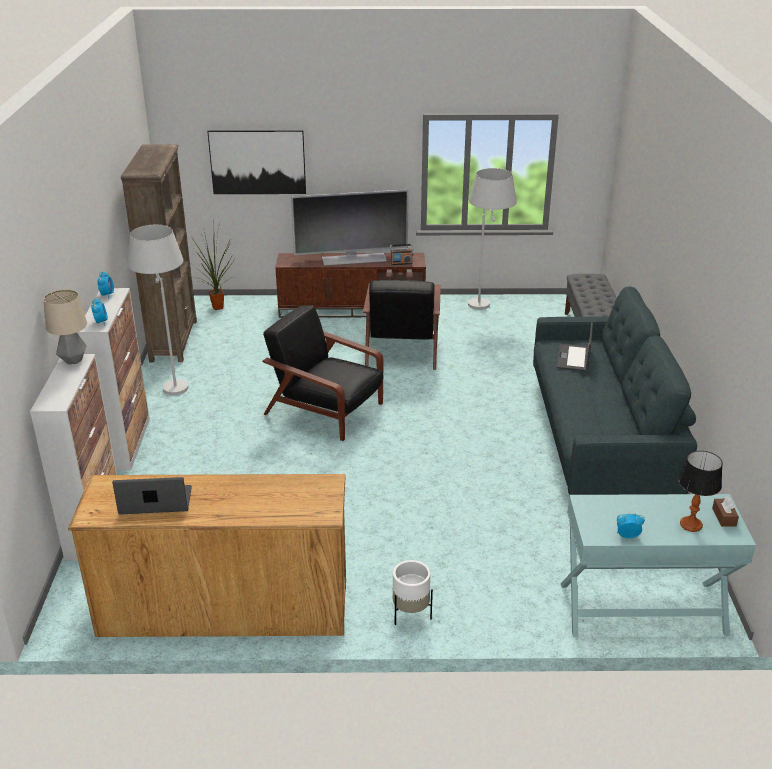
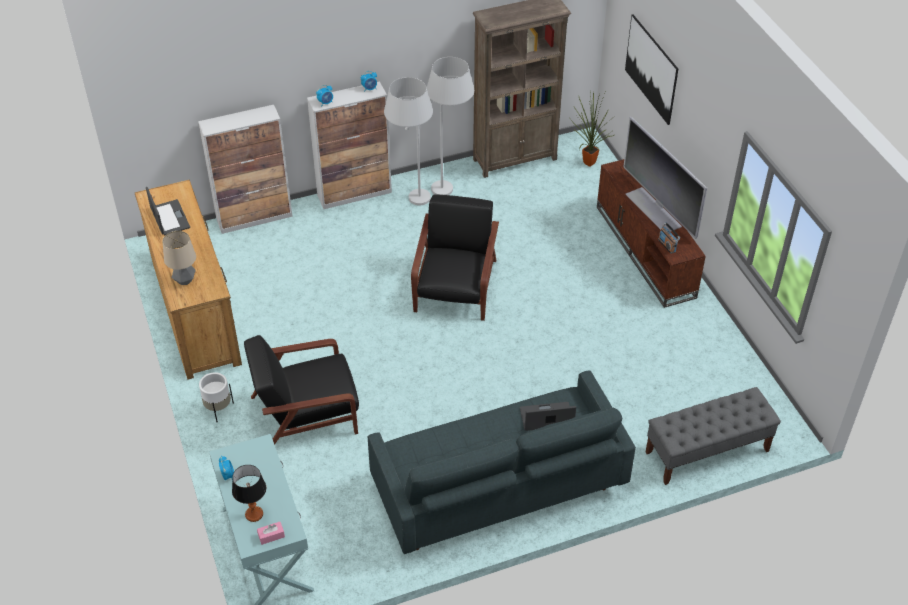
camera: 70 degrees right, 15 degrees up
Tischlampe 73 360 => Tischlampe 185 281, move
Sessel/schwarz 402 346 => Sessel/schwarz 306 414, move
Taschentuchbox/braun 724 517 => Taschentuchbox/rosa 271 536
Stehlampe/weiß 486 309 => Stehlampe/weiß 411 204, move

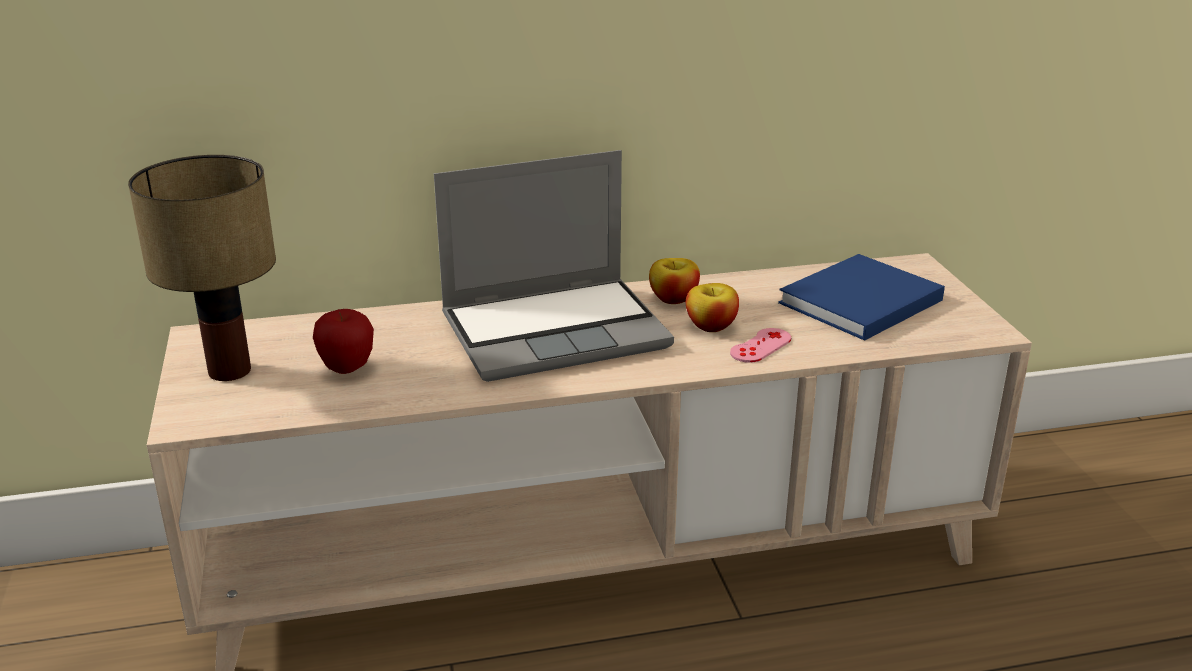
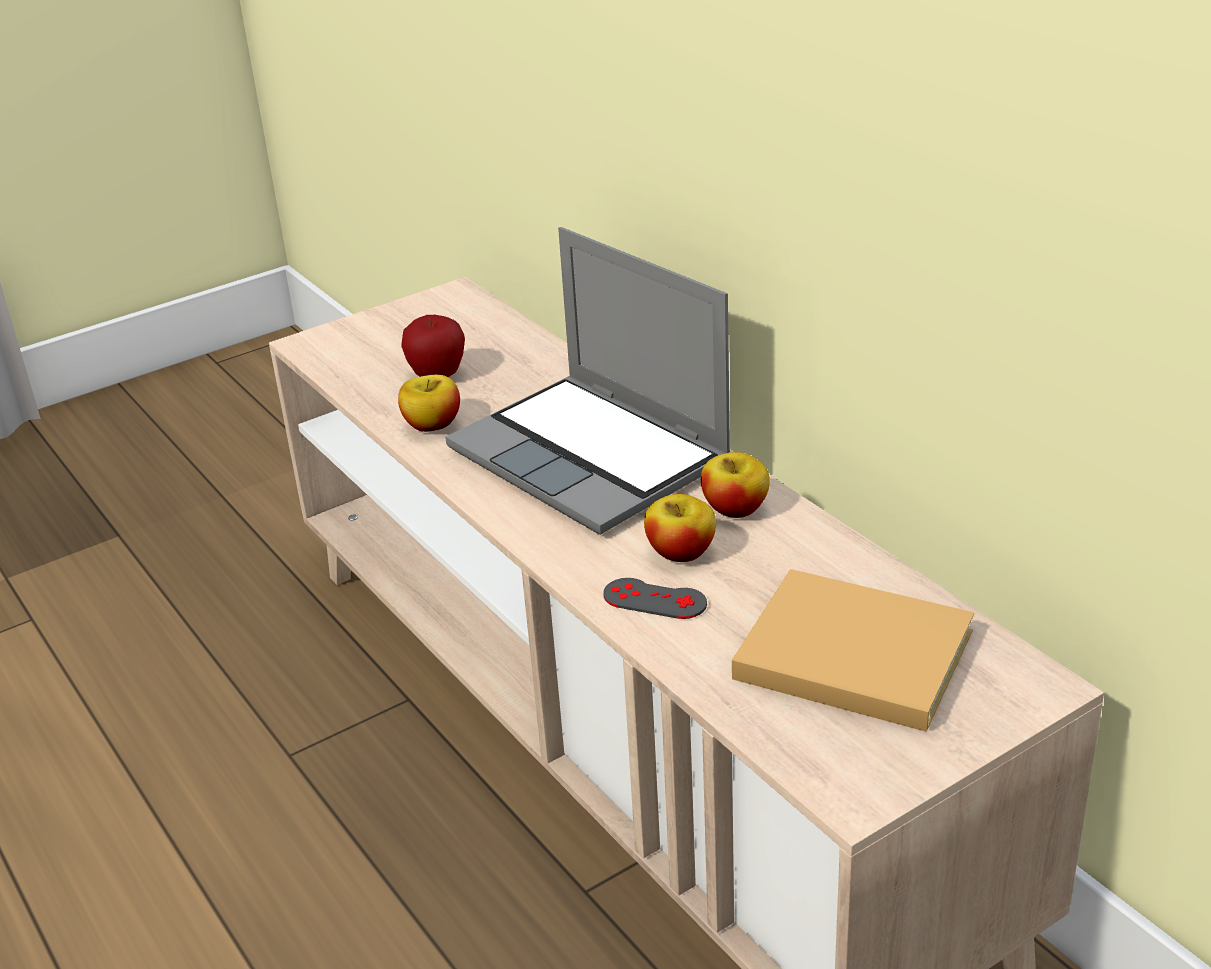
camera: 70 degrees right, 5 degrees up
nothing => Apfel 432 425
Gamepad/rosa 760 346 => Gamepad/grau 654 599
Buch/blau 857 303 => Buch/beige 846 653
Tischlampe 227 370 => nothing

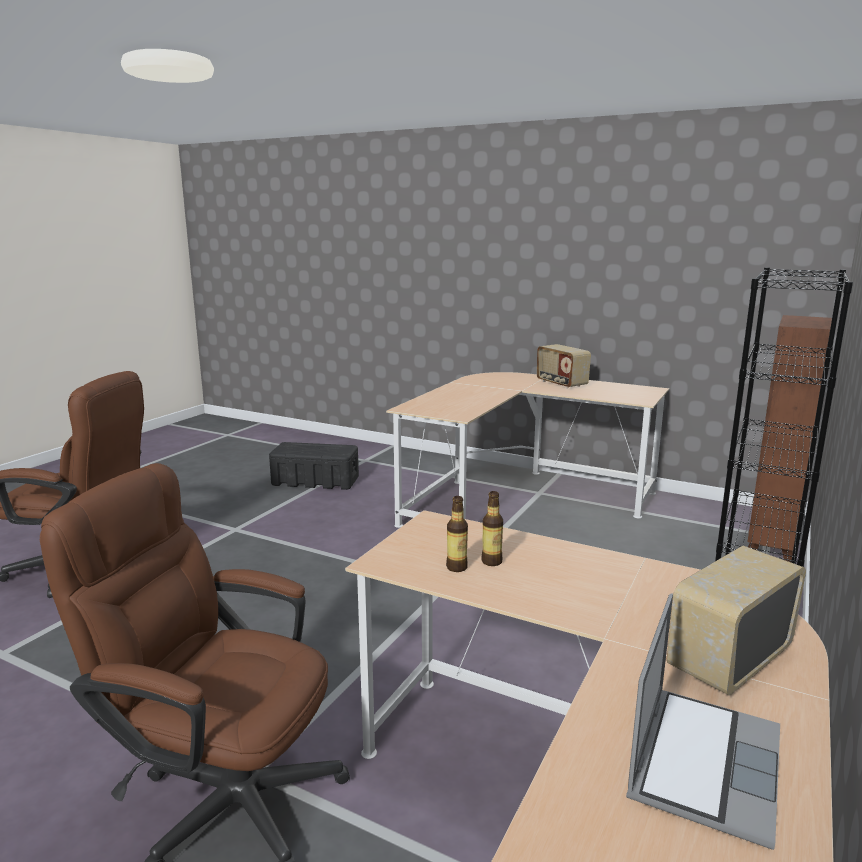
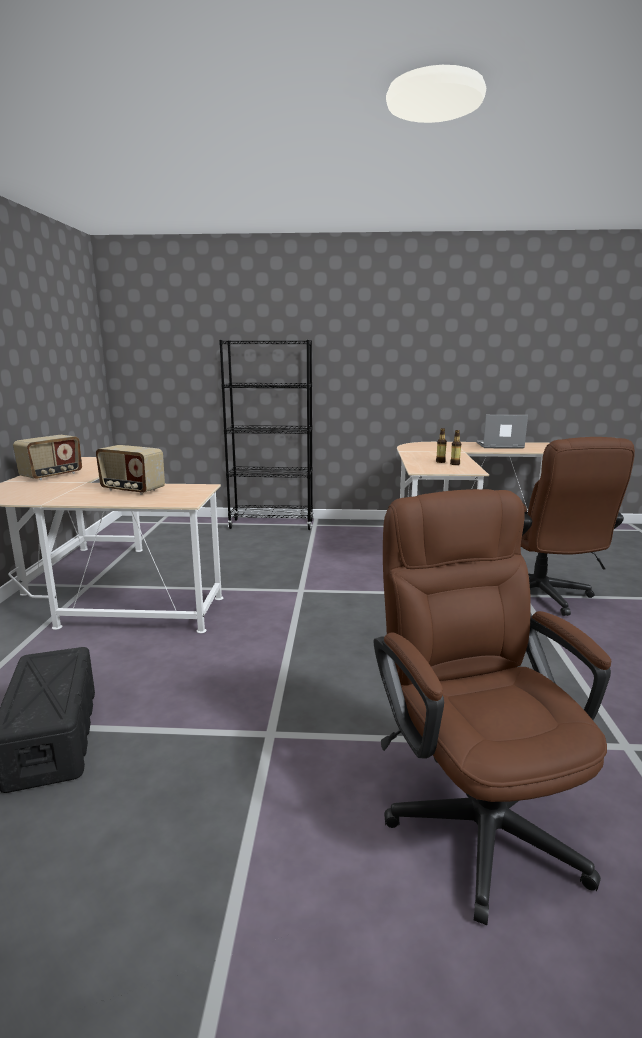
camera: 115 degrees left, 0 degrees up
Radio 728 659 => Radio 132 490, move
Bücherregal/braun 769 550 => nothing

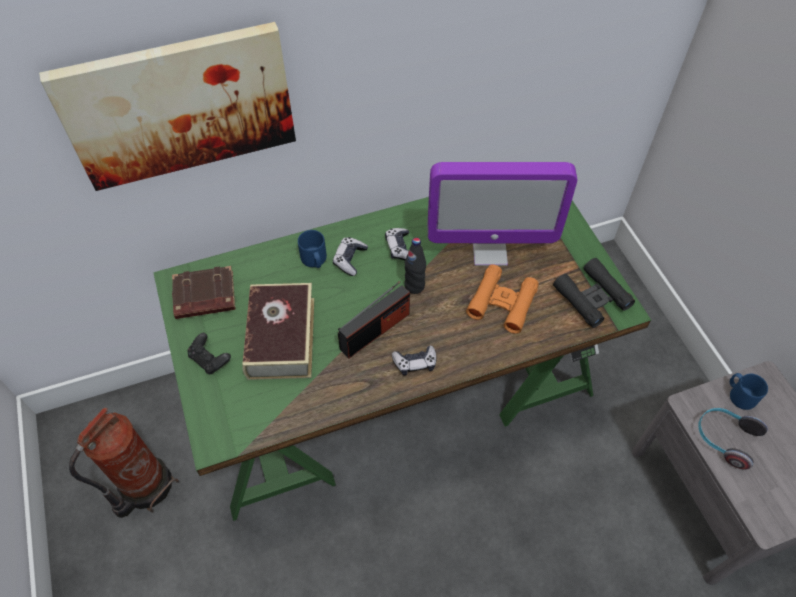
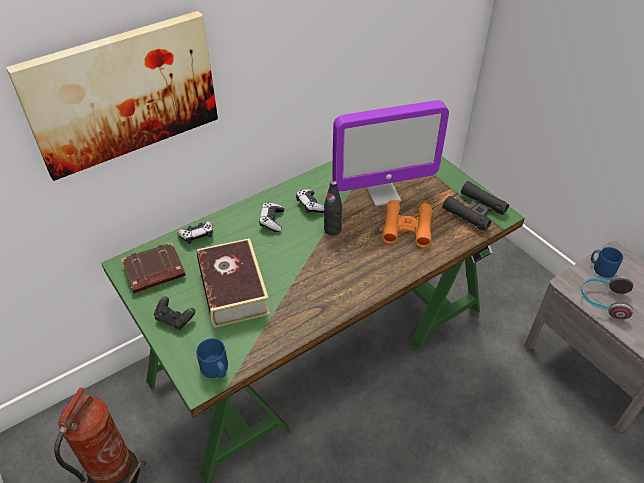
camera: 15 degrees left, 10 degrees down
Gamepad 415 363 => Gamepad 197 235, move
Henkelbecher/blau 314 260 => Henkelbecher/blau 216 369, move
Radio 375 331 => nothing

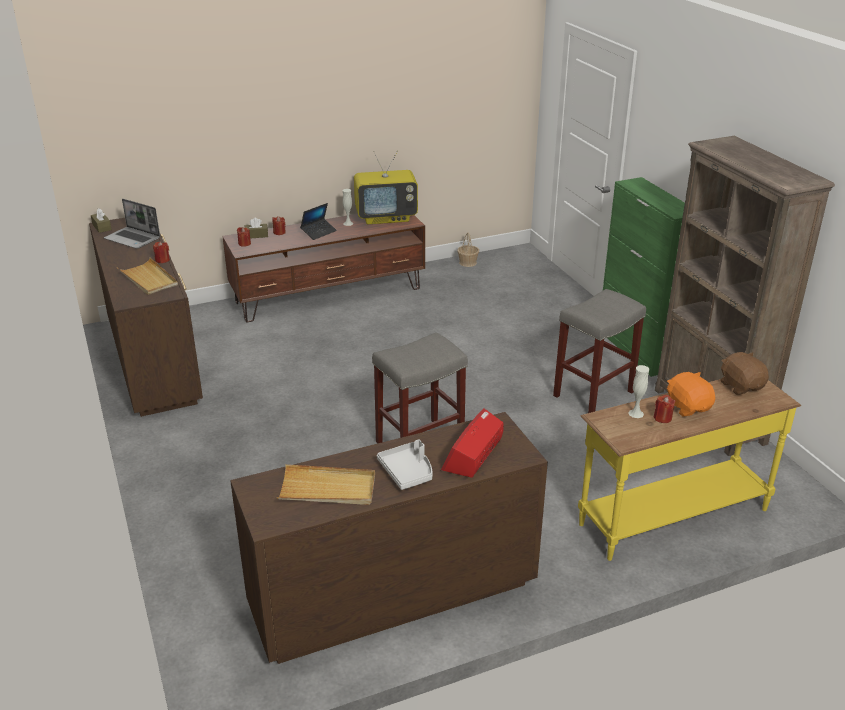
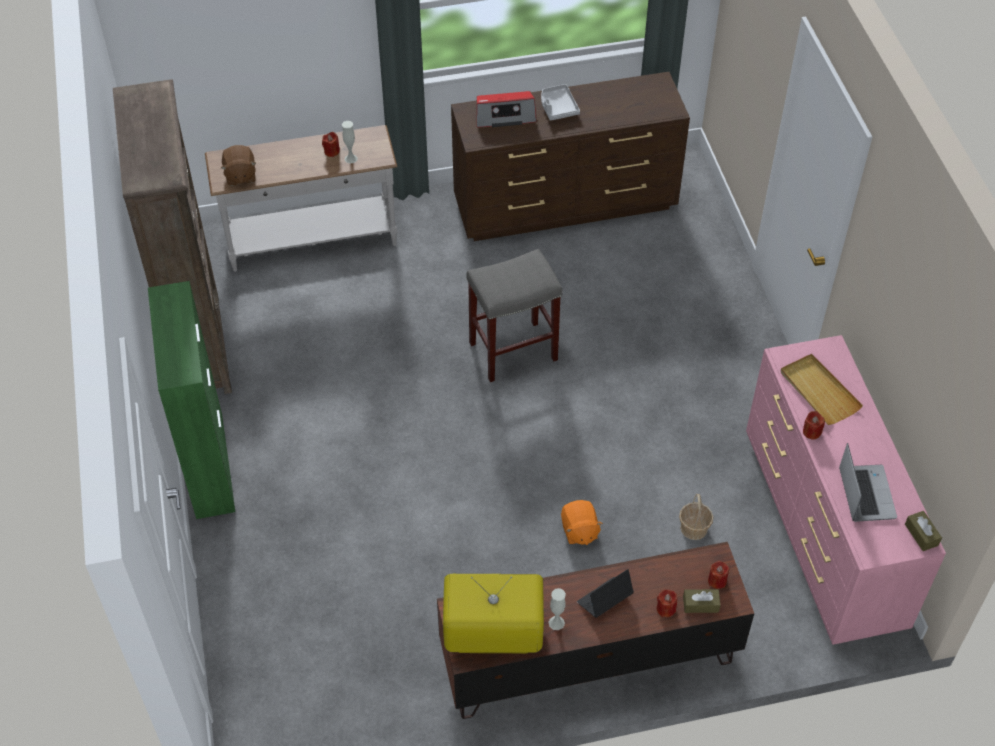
camera: 170 degrees left, 20 degrees up
Konsolentisch/gelb 672 515 => Konsolentisch/weiß 312 242
Radio 473 454 => Radio 505 116, 45 degrees clockwise
Plüschtier/orange 688 407 => Plüschtier/orange 579 531, move
Korb 468 262 => Korb 693 528, move
Kommode/braun 154 360 => Kommode/rosa 822 533
Laptop 133 239 => Laptop 865 493, 45 degrees clockwise
Tablett/beige 327 489 => nothing
Hocker/grau 593 394 => nothing

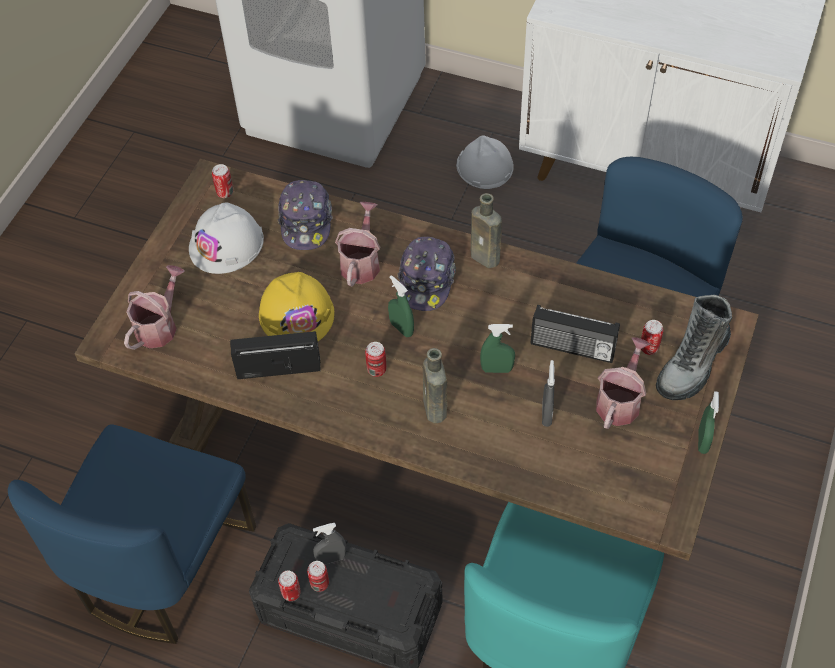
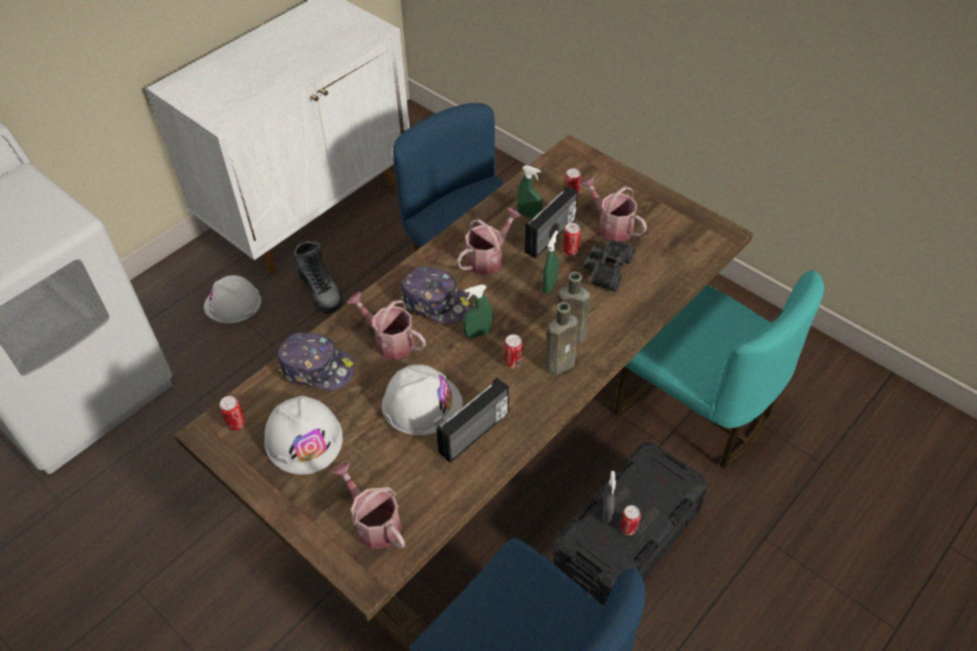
camera: 70 degrees left, 5 degrees down
Stiefel 692 364 => Stiefel 321 290, move
Schutzhelm/gelb 297 314 => Schutzhelm/weiß 421 404
Radio 278 367 => Radio 475 434, 150 degrees counterclockwise
nothing => Gießkanne 488 258
Sprühflasche/grün 703 441 => Sprühflasche/grün 529 215, move
Flasche/braun 487 258 => Flasche/braun 562 363, move
Dose 291 593 => Dose 570 250, move
Sprühflasche/grau 546 414 => Fernglas/schwarz 606 269

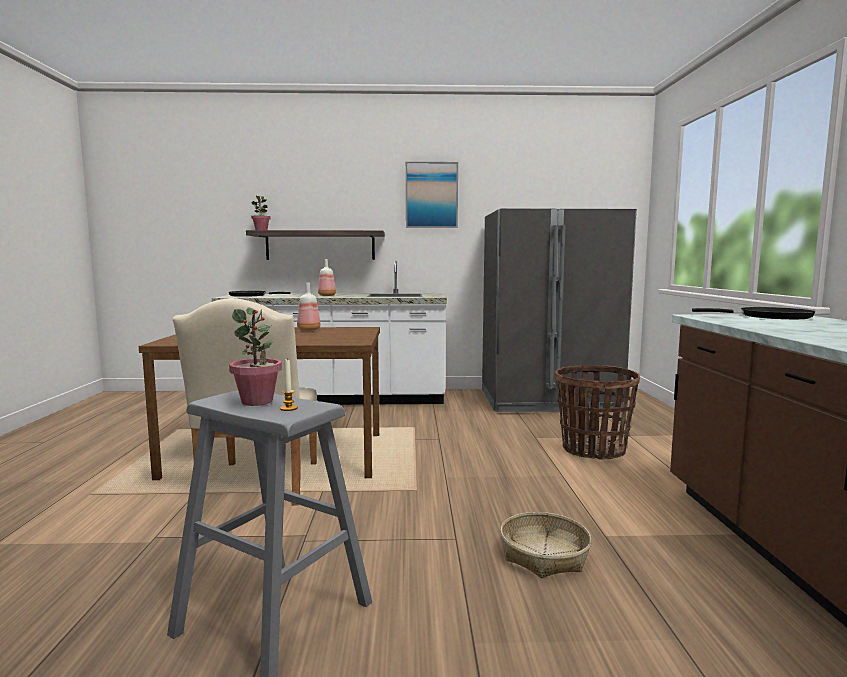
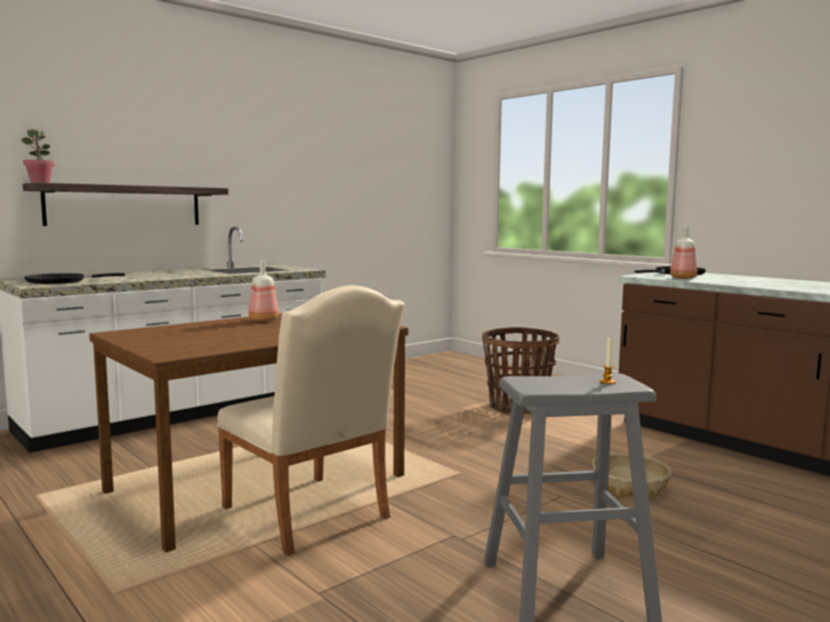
camera: 40 degrees left, 0 degrees up
Flasche 327 295 => Flasche 683 278, move
Topfpflanze 257 402 => nothing
Bild 431 195 => nothing
Kühlschrank/grau 548 401 => nothing

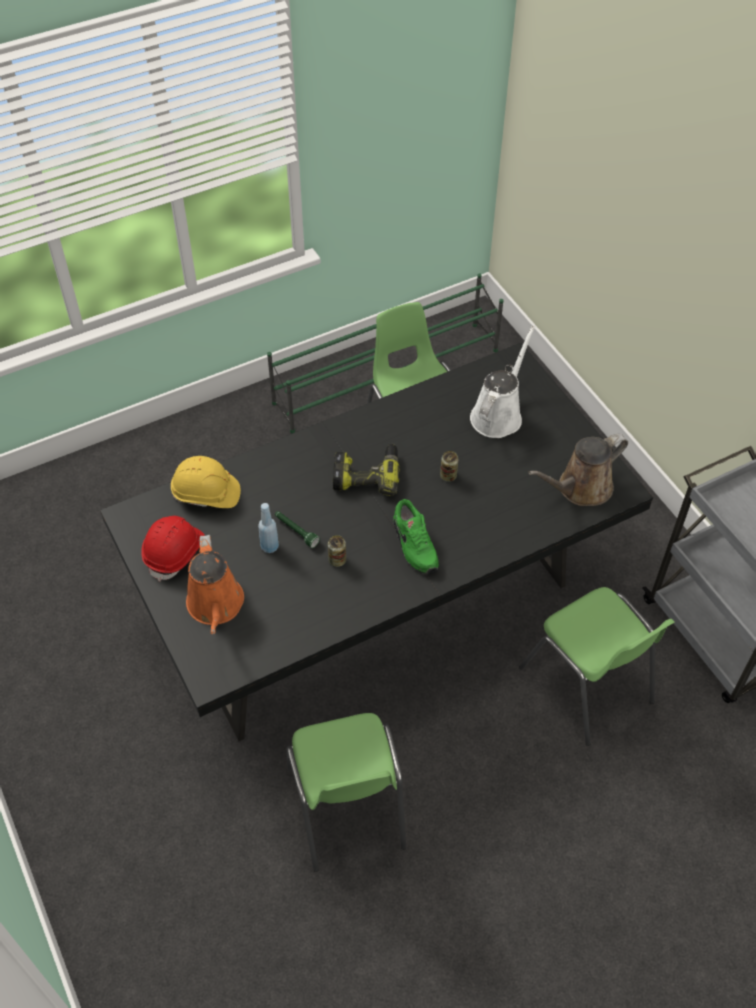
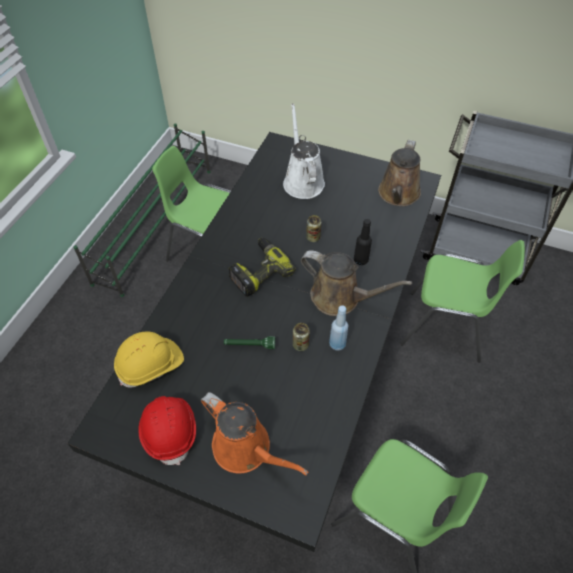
camera: 40 degrees left, 0 degrees up
Schuh/grün 413 545 => Gießkanne/braun 340 298
Flasche/blau 269 546 => Flasche/blau 337 344, move
nothing => Flasche/schwarz 361 260

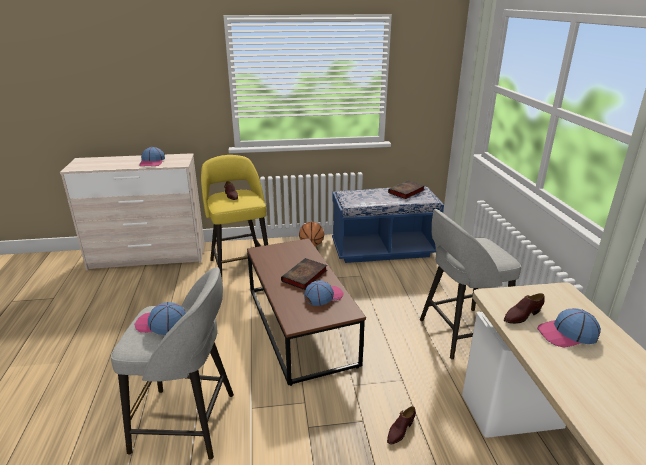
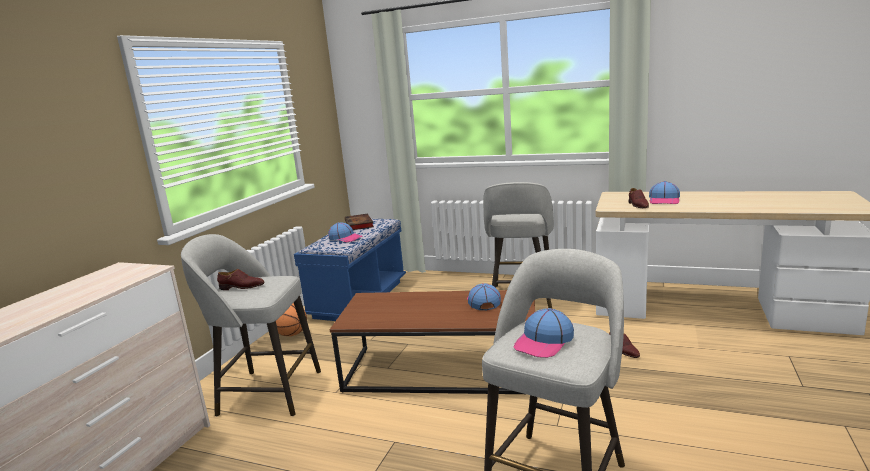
camera: 60 degrees left, 10 degrees down
Hocker/gelb 240 266 => Hocker/grau 267 392
Kappe 152 162 => Kappe 345 238, move
Buch 304 277 => nothing

